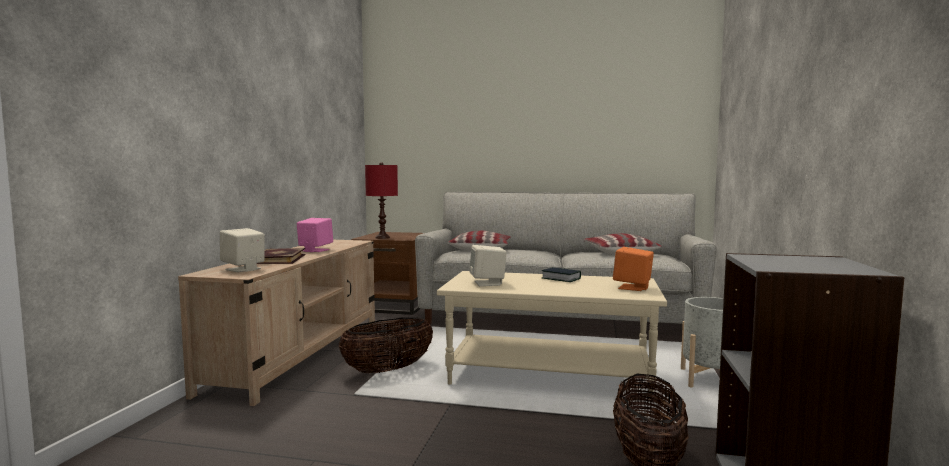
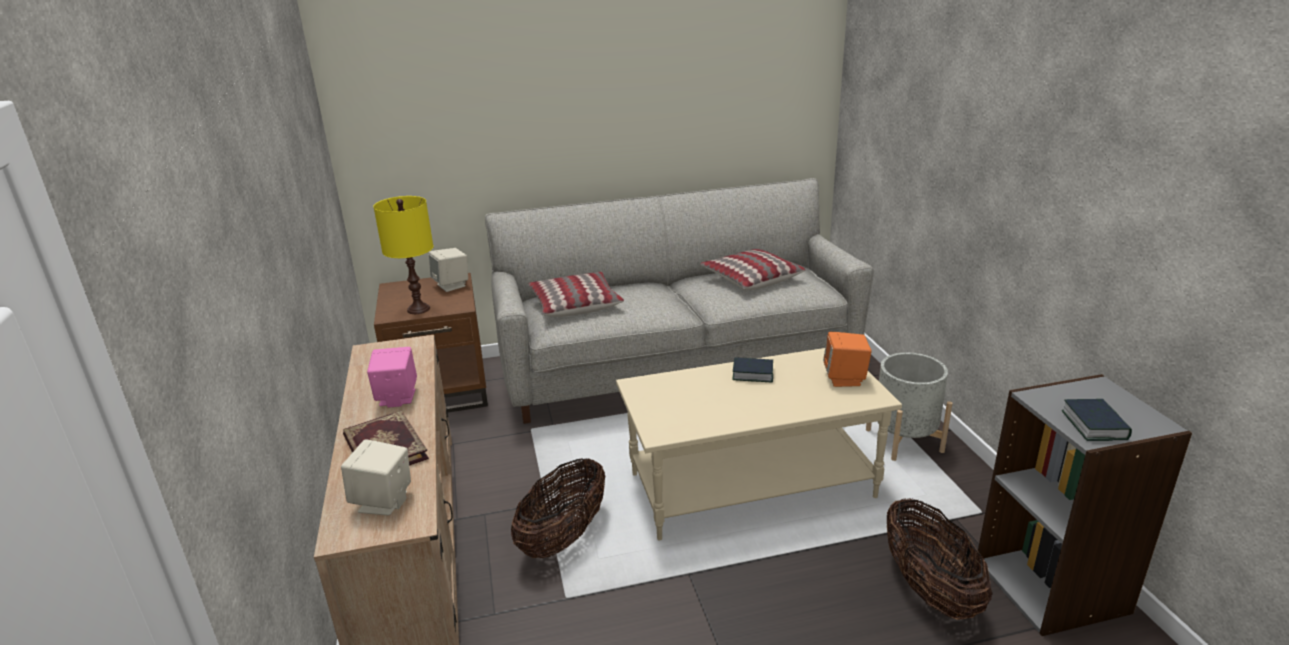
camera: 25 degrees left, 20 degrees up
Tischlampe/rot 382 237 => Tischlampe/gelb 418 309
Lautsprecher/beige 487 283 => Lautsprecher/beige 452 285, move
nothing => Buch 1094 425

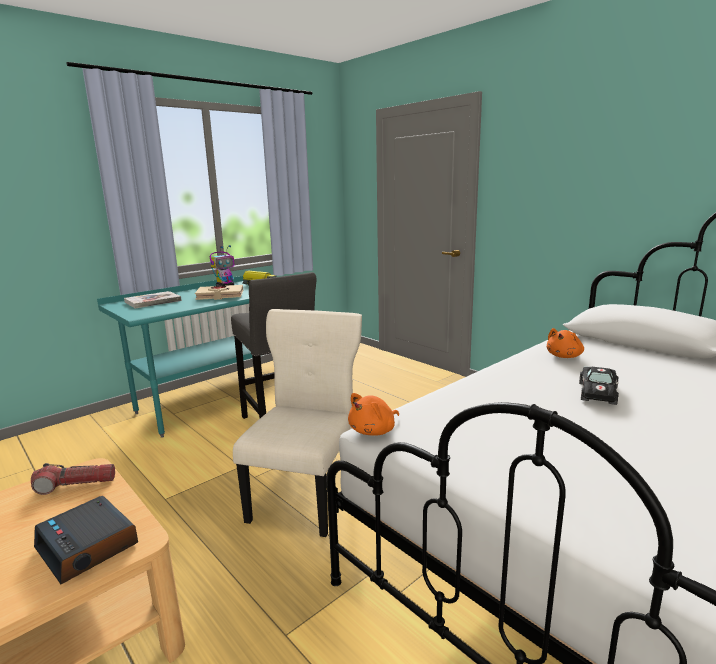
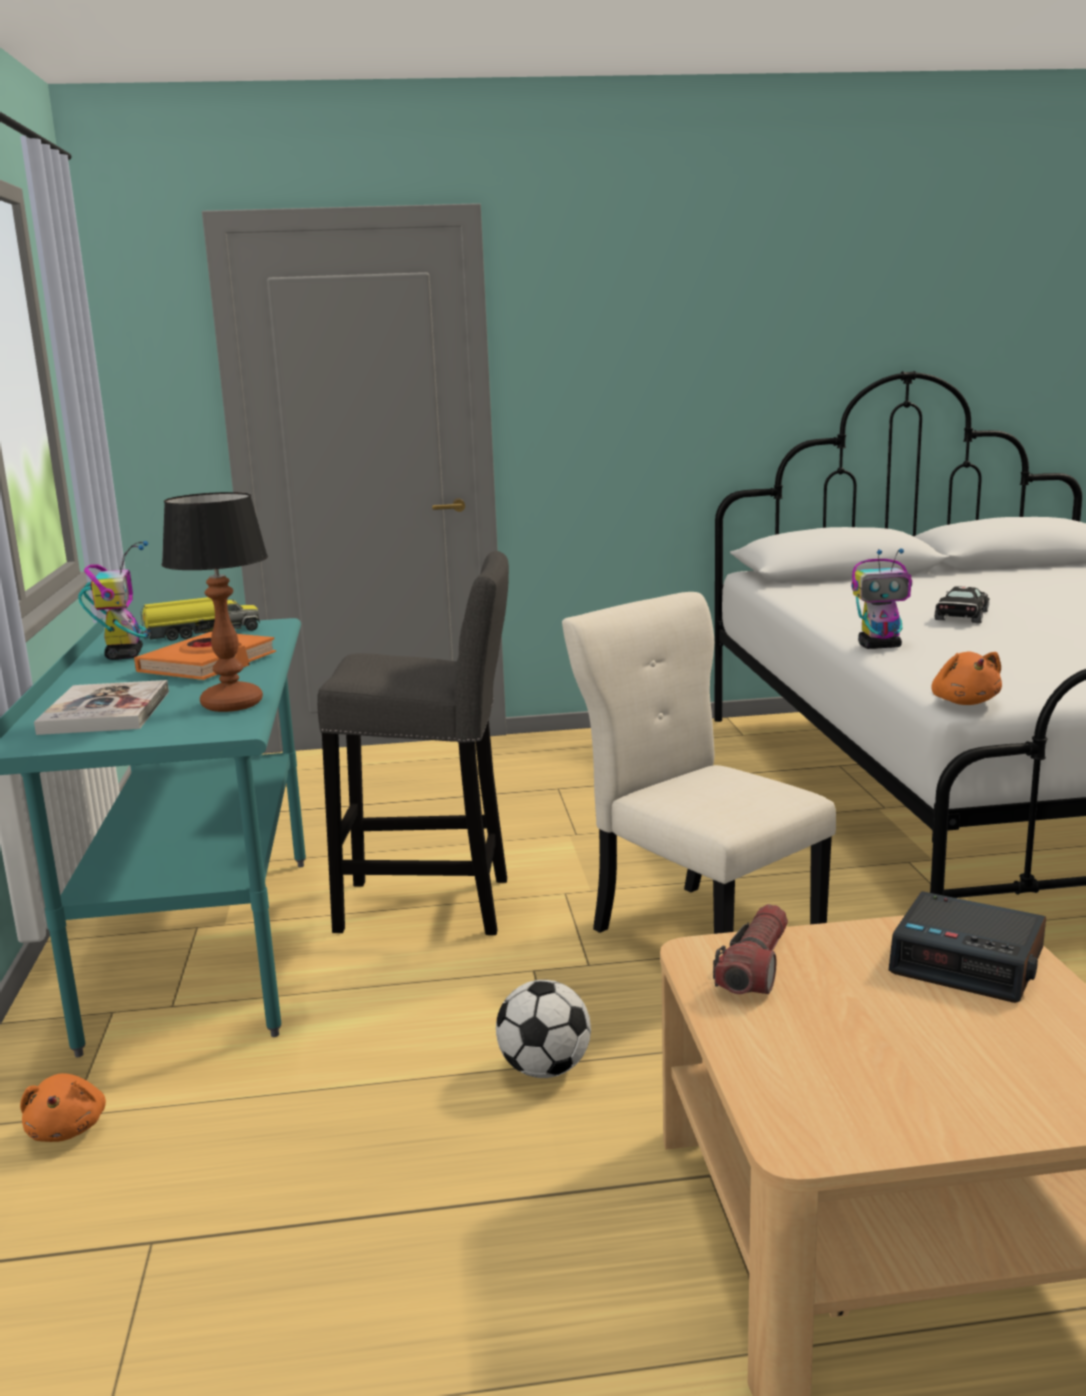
camera: 55 degrees left, 0 degrees up
Plüschtier/orange 564 356 => Plüschtier/orange 68 1128, move
Buch/beige 220 296 => Buch/orange 208 664
nothing => Tischlampe 232 705
nothing => Fußball 545 1069
nothing => Spielzeugroboter 880 646
Wecker 89 546 => Wecker 969 961, 45 degrees clockwise
Spielzeugauto/schwarz 597 392 => Spielzeugauto/schwarz 962 616, 120 degrees counterclockwise

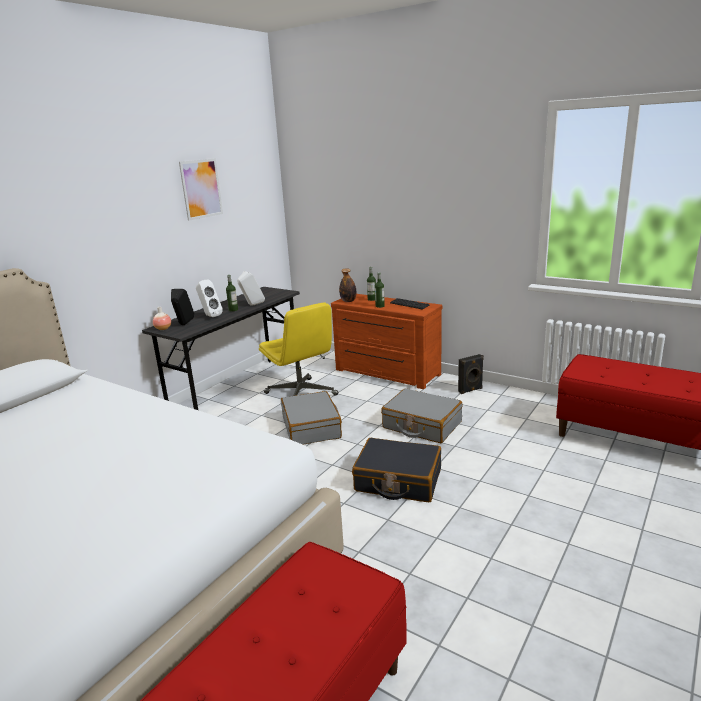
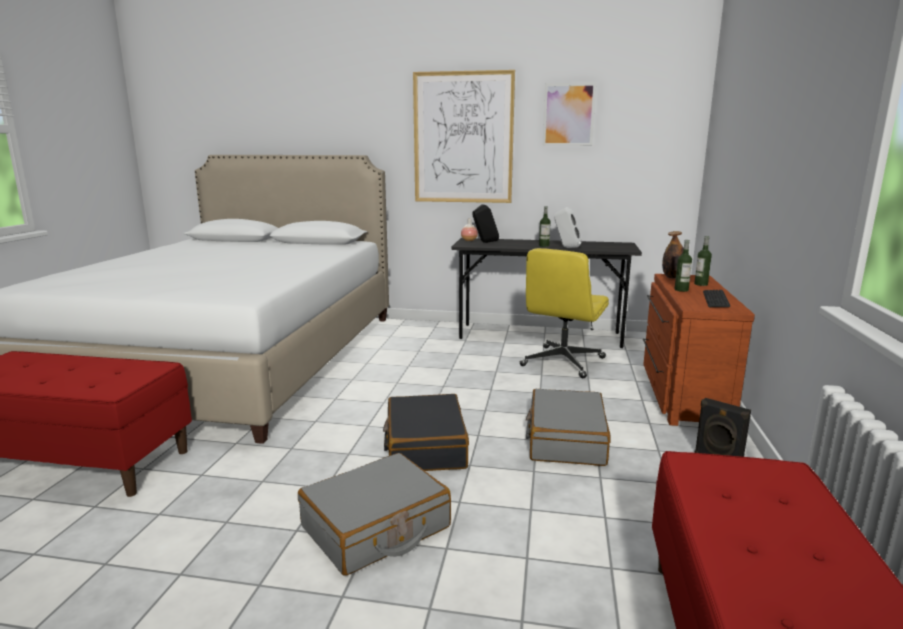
camera: 65 degrees right, 5 degrees down
Koffer/grau 311 427 => Koffer/grau 376 528, move
nothing => Bild 463 138
Lautsprecher/weiß 210 316 => nothing

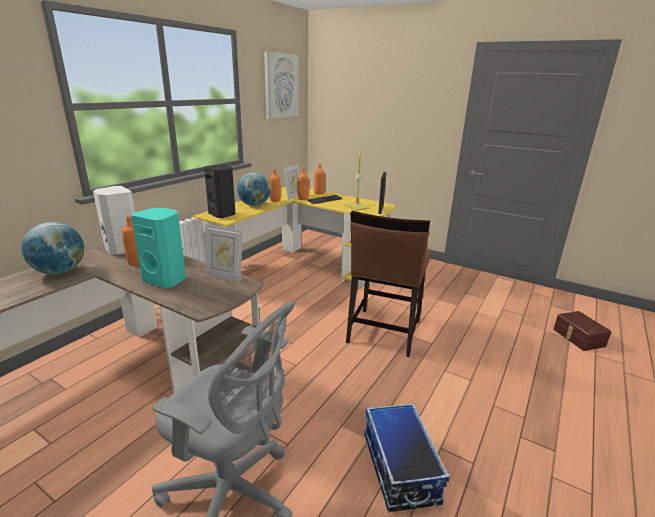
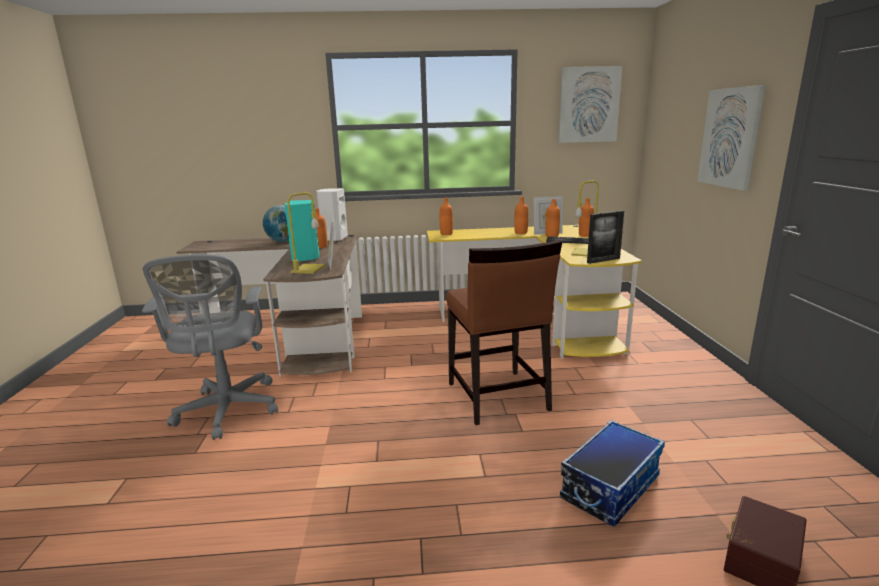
camera: 55 degrees right, 5 degrees down
nothing => Tischlampe/gelb 308 269
Lautsprecher/schwarz 223 214 => Flasche/orange 446 233
Stuhl/braun 383 332 => Stuhl/braun 497 397, 90 degrees counterclockwise
Aufbewahrungsbox 398 467 => Aufbewahrungsbox 609 487, move
nothing => Bild 730 138
Globus 254 205 => nothing

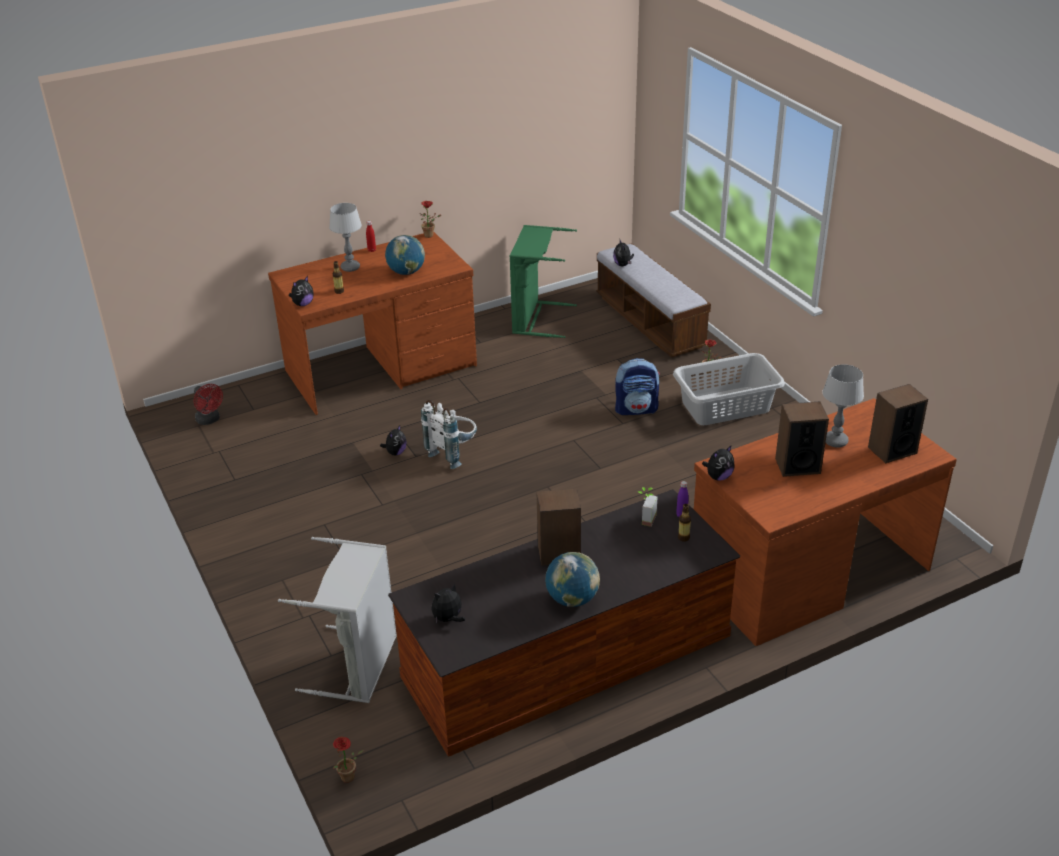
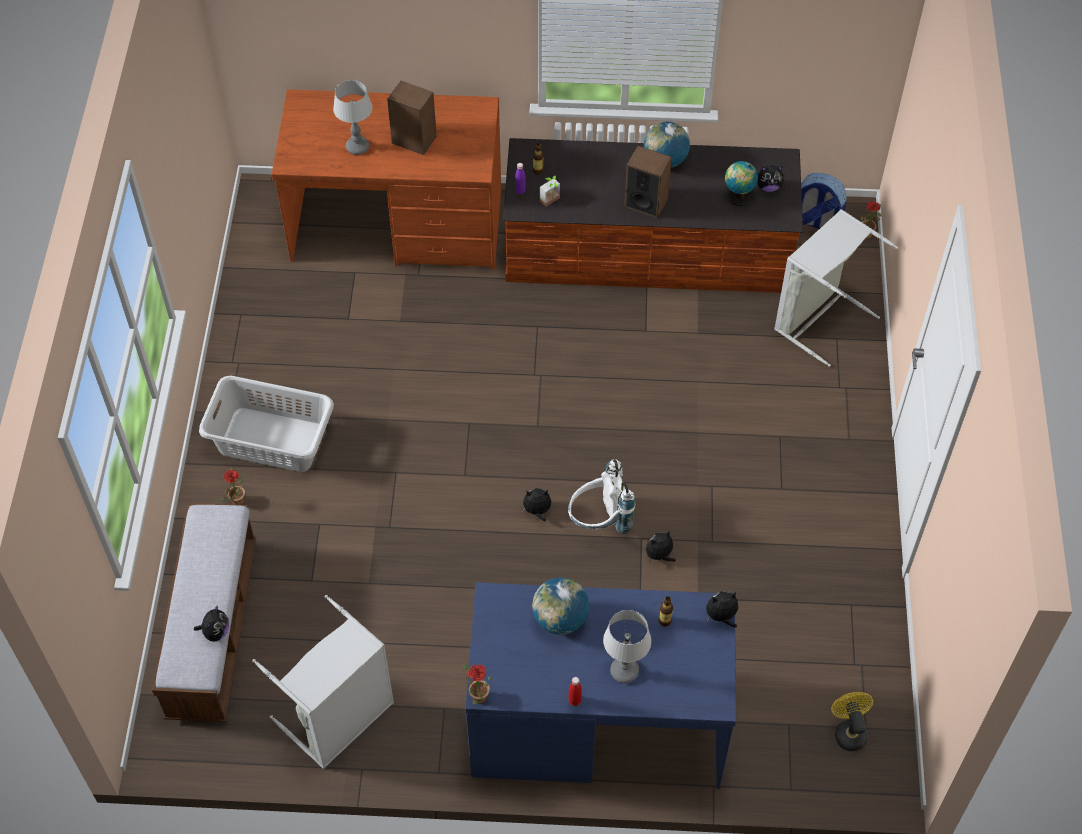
camera: 150 degrees left, 20 degrees up
Wäschekorb/grün 536 319 => Wäschekorb/grau 340 719
Schreibtisch/braun 382 369 => Schreibtisch/blau 596 721
Plüschtier 718 477 => Plüschtier 537 511, move
nothing => Globus 738 198
Rucksack 636 409 => Rucksack 816 222, move
Ventilator/rot 210 420 => Ventilator/gelb 848 731
Lautsprecher 892 450 => nothing

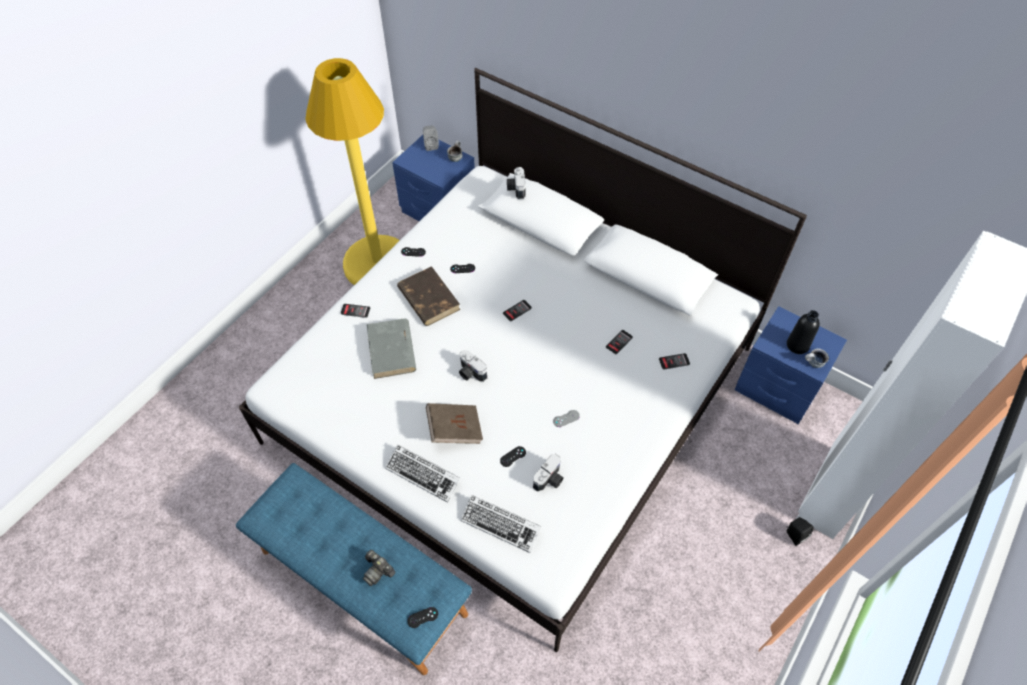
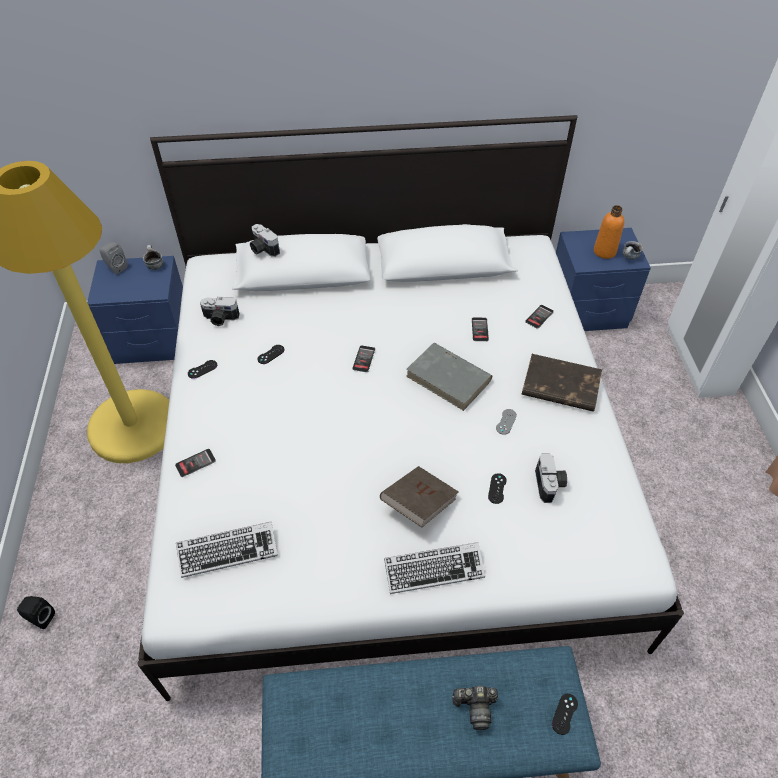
camera: 40 degrees left, 5 degrees down
Lautsprecher/schwarz 794 535 => Lautsprecher/schwarz 40 618, move
Tastatur 501 525 => Tastatur 228 551, move
Kamera 470 373 => Kamera 220 319, move
Buch/grau 391 351 => Buch/grau 449 378, move
Buch/braun 428 298 => Buch/braun 559 386, move
Flasche/schwarz 797 345 => Flasche/orange 604 251

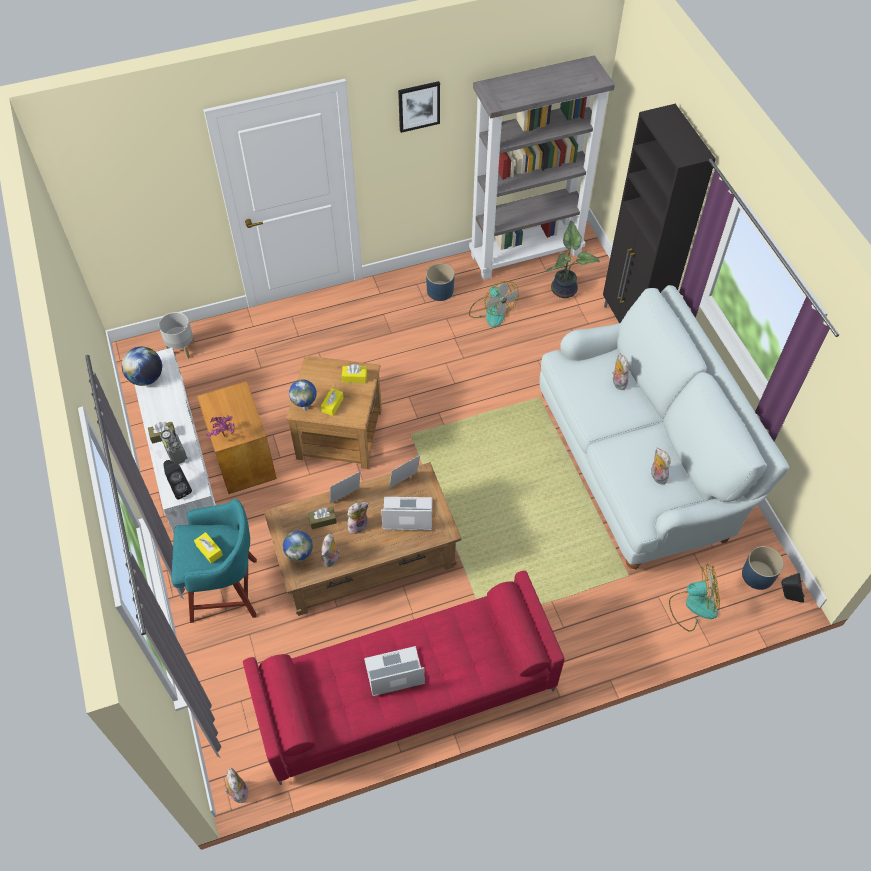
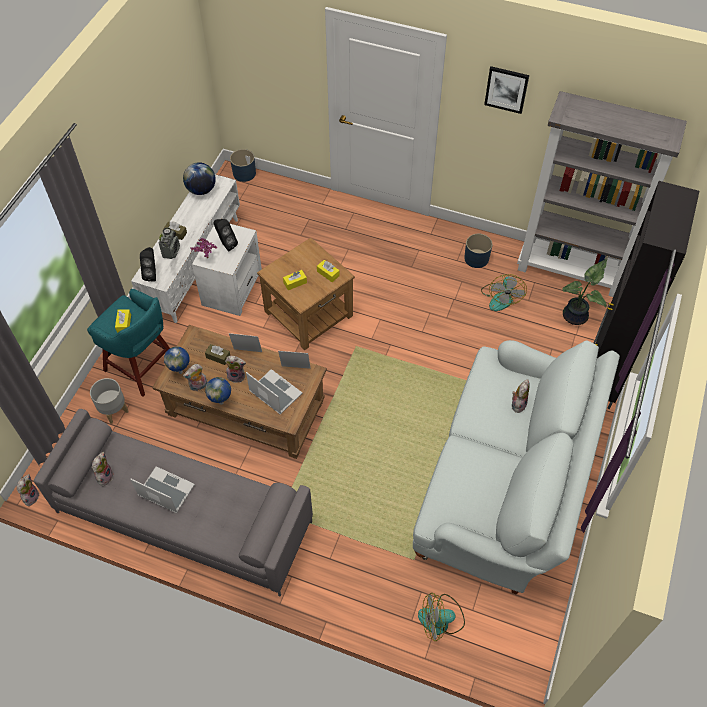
camera: 40 degrees right, 0 degrees up
Sofa/rot 405 694 => Sofa/grau 182 517
Pflanzkübel/grau 182 349 => Pflanzkübel/grau 114 411, move
Plüschtier 656 475 => Plüschtier 104 476, move
Beistelltisch/braun 243 458 => Beistelltisch/weiß 232 288
Globus 305 408 => Globus 222 402, move
Lautsprecher/schwarz 787 597 => Lautsprecher/schwarz 226 244, move
Pflanzkübel/blau 758 575 => Pflanzkübel/blau 244 173, move
Ventilator 693 606 => Ventilator 441 620, 135 degrees clockwise

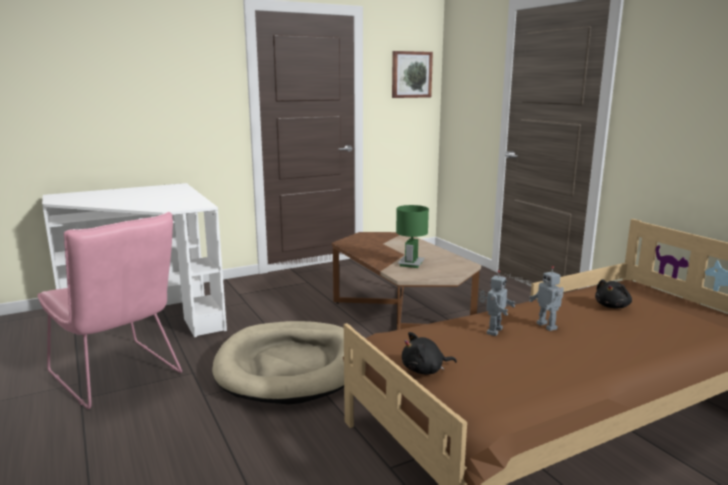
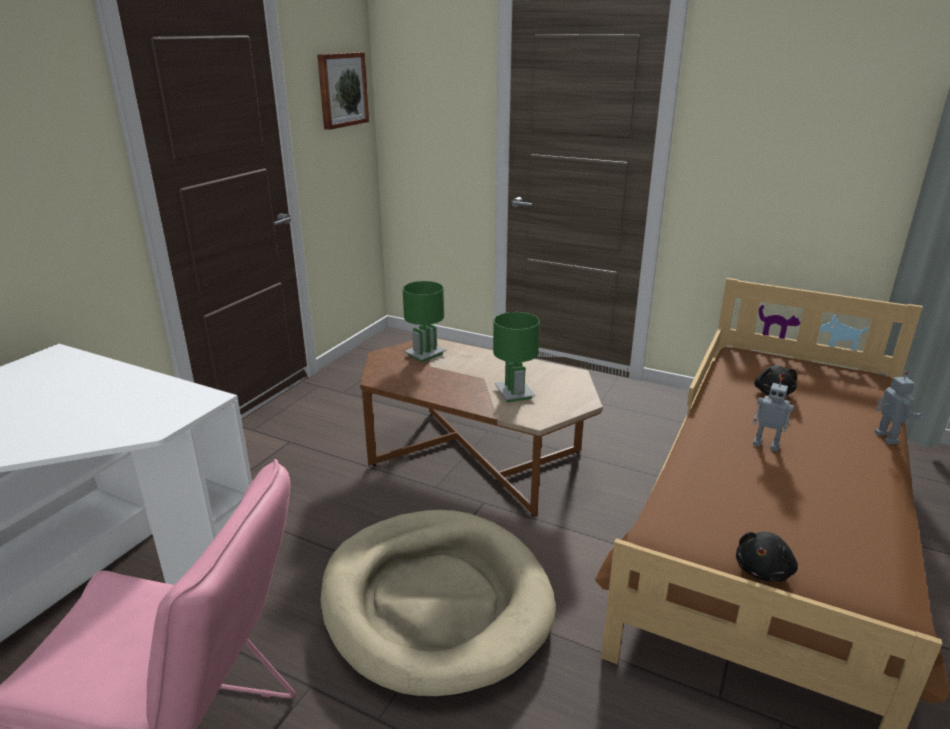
camera: 35 degrees left, 10 degrees up
nothing => Tischlampe/grün 425 354
Spielzeugroboter 493 331 => Spielzeugroboter 884 438, move

